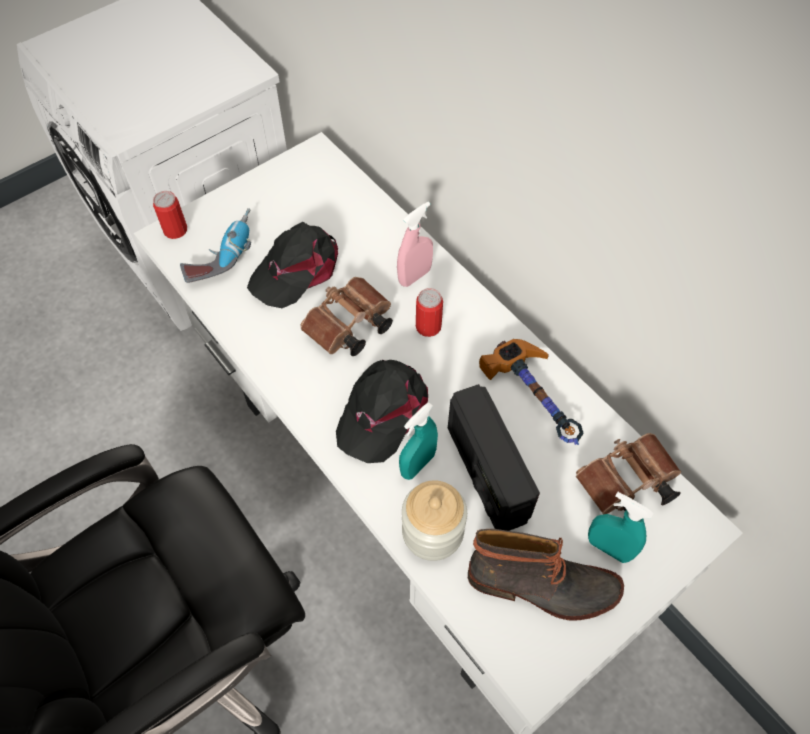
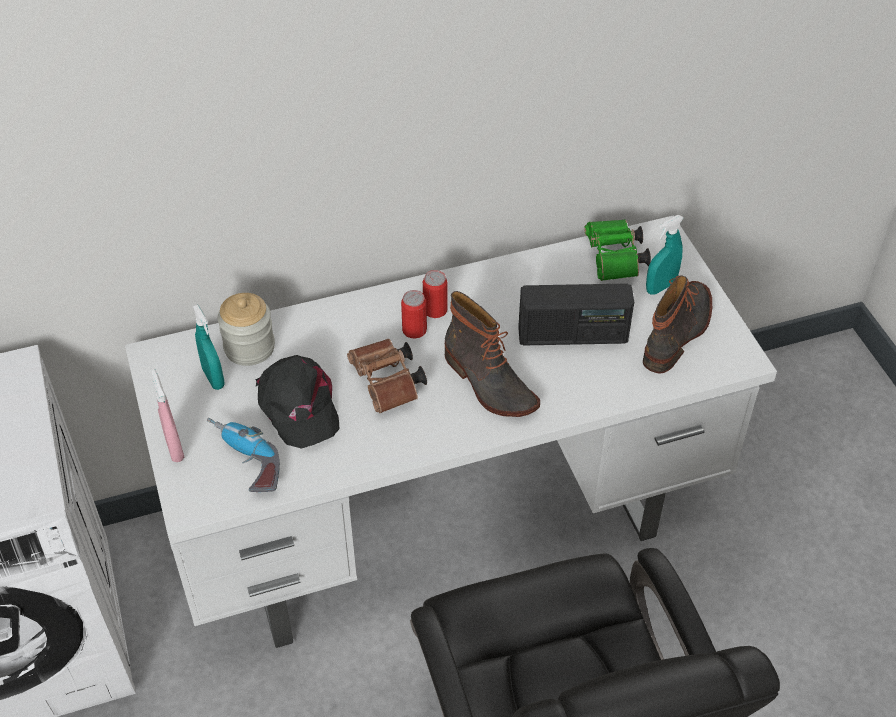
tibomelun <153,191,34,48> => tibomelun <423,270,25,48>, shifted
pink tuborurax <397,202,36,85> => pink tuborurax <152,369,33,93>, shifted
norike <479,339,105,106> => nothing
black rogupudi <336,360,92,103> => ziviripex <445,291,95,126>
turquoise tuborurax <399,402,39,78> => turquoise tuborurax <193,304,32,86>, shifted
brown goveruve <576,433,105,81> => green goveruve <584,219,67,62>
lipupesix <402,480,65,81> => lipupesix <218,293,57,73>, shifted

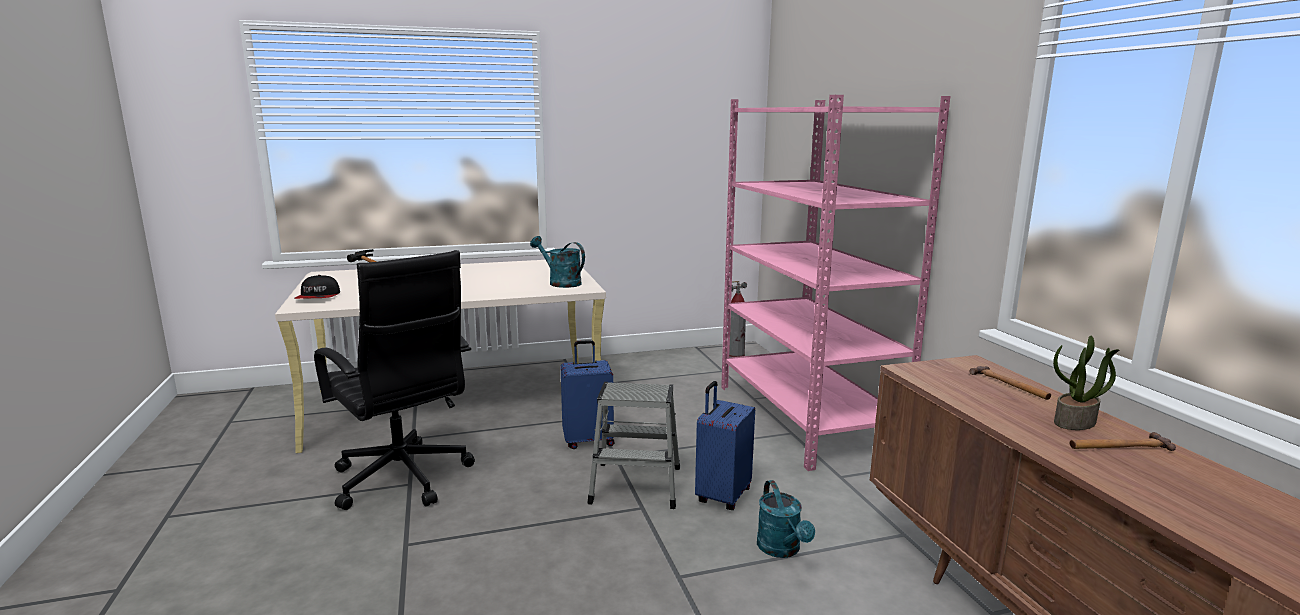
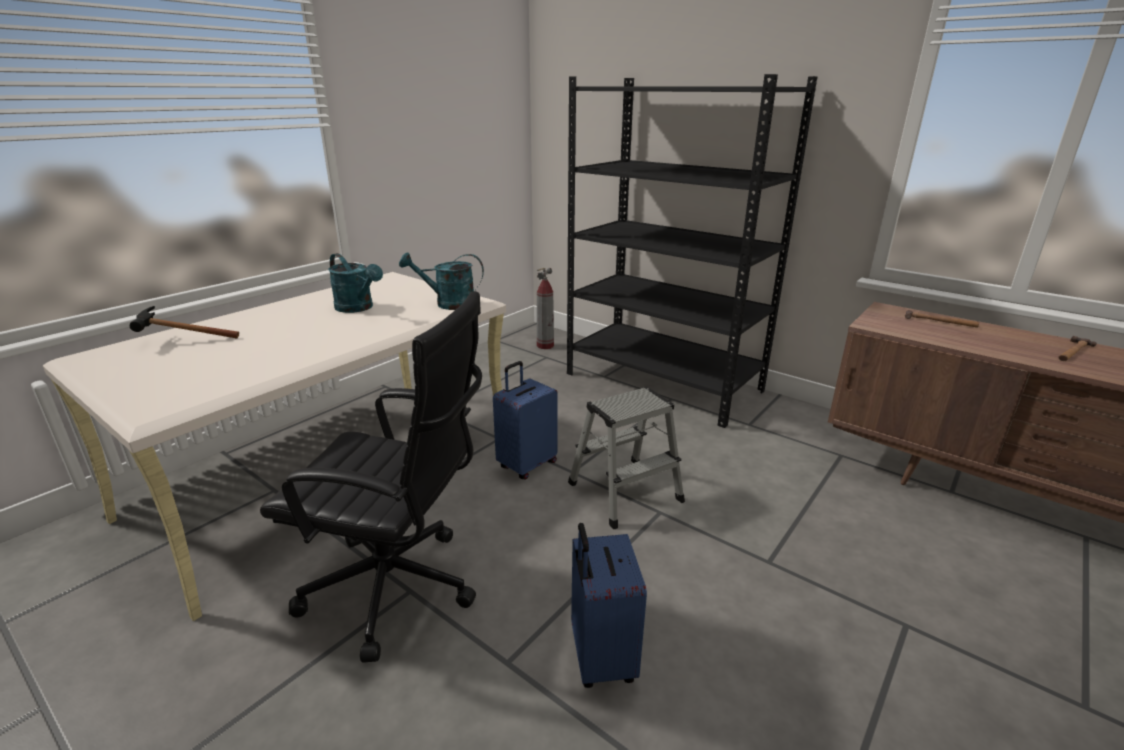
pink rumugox <721,95,229,376> => black rumugox <567,74,251,354>
rogupudi <295,275,45,24> => nothing
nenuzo <1053,336,66,94> => nothing
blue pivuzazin <695,381,60,129> => blue pivuzazin <571,523,76,165>, shifted
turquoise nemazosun <757,480,58,78> => turquoise nemazosun <328,253,55,60>, shifted

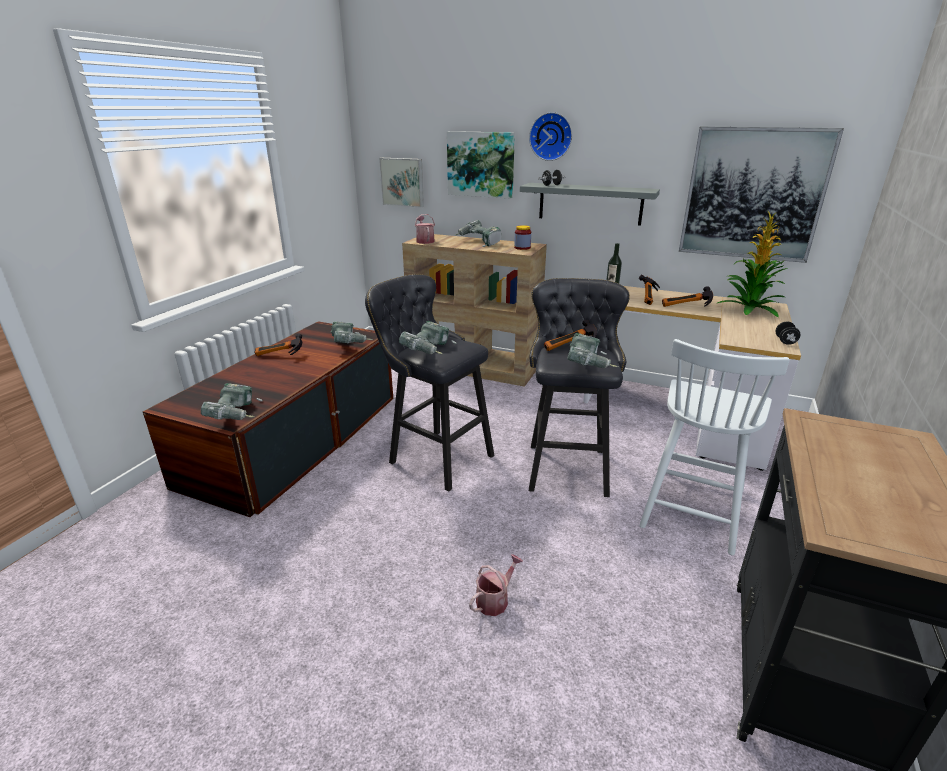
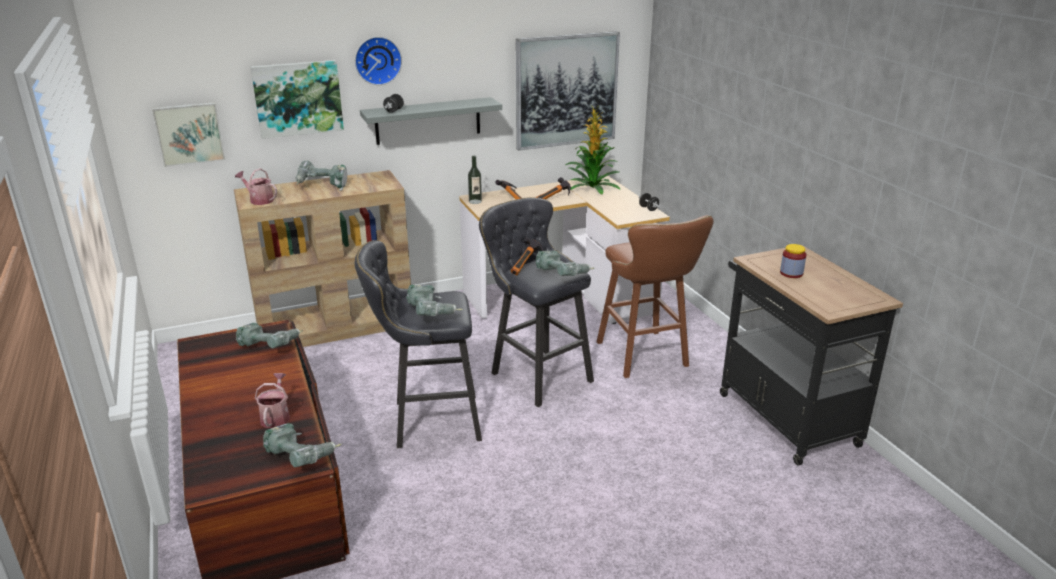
lipupesix <514,225,17,25> => lipupesix <780,244,26,34>, shifted
norike <254,334,48,22> => nothing
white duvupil <639,339,151,216> => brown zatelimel <597,215,117,163>
nemazosun <469,554,54,62> => nemazosun <255,373,35,55>, shifted

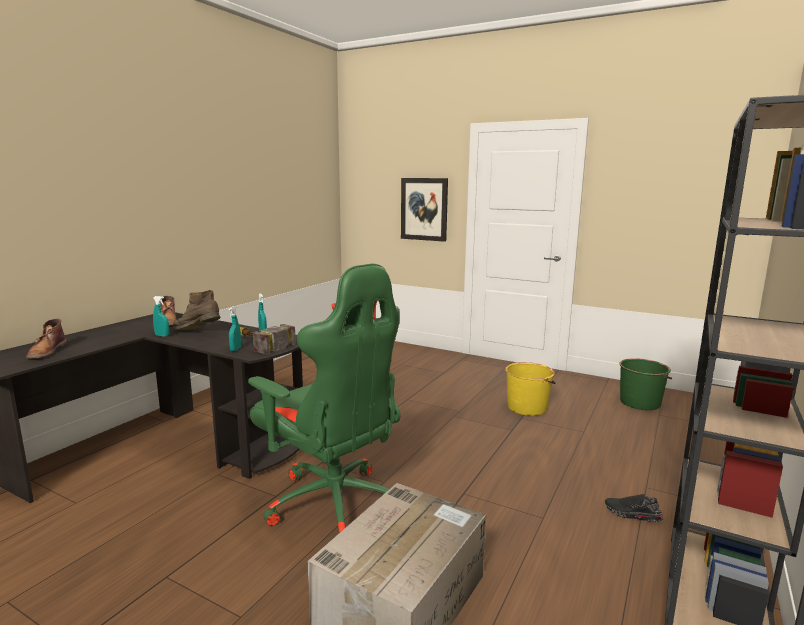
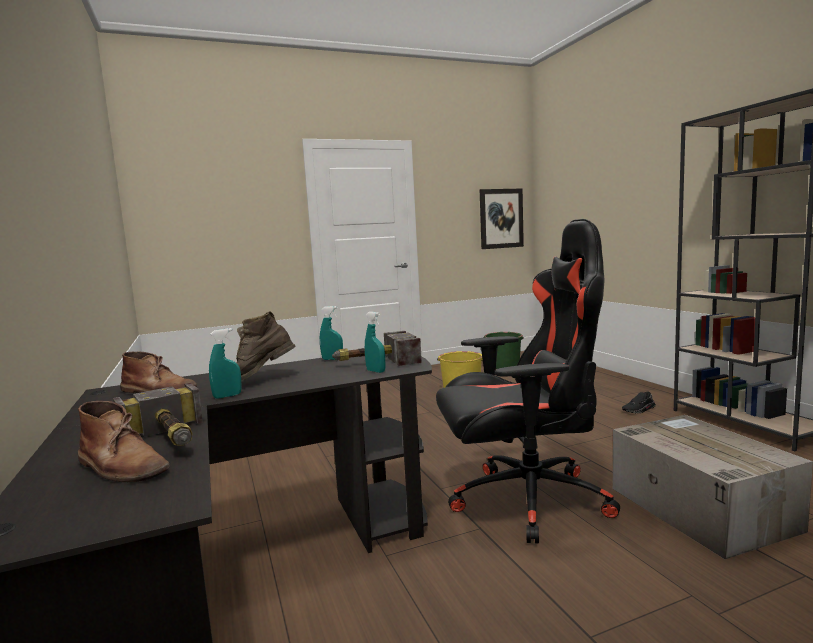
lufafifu <401,178,47,64> => lufafifu <480,189,44,60>, shifted
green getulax <248,264,152,269> => black getulax <436,219,184,325>
nothing => norike <113,383,90,63>

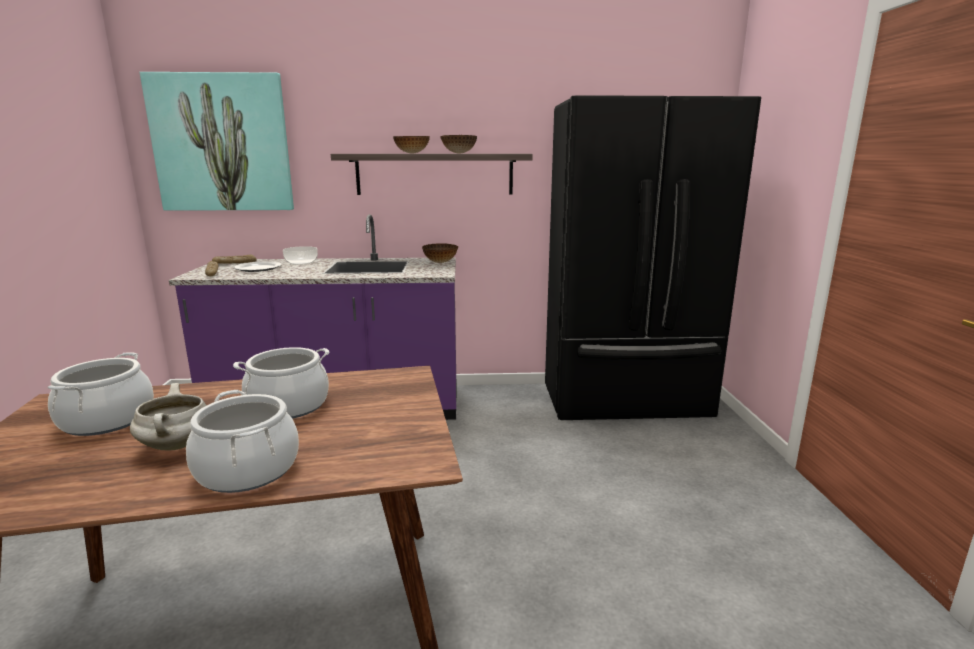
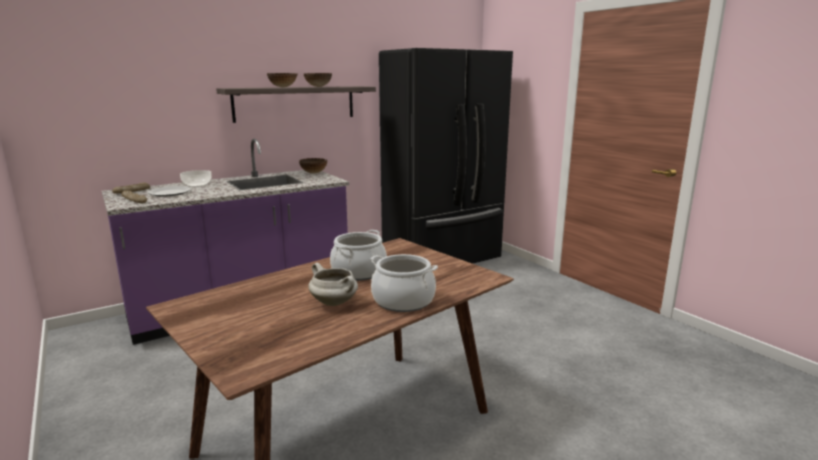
lufafifu <140,72,154,139> => nothing
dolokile <47,352,107,84> => nothing

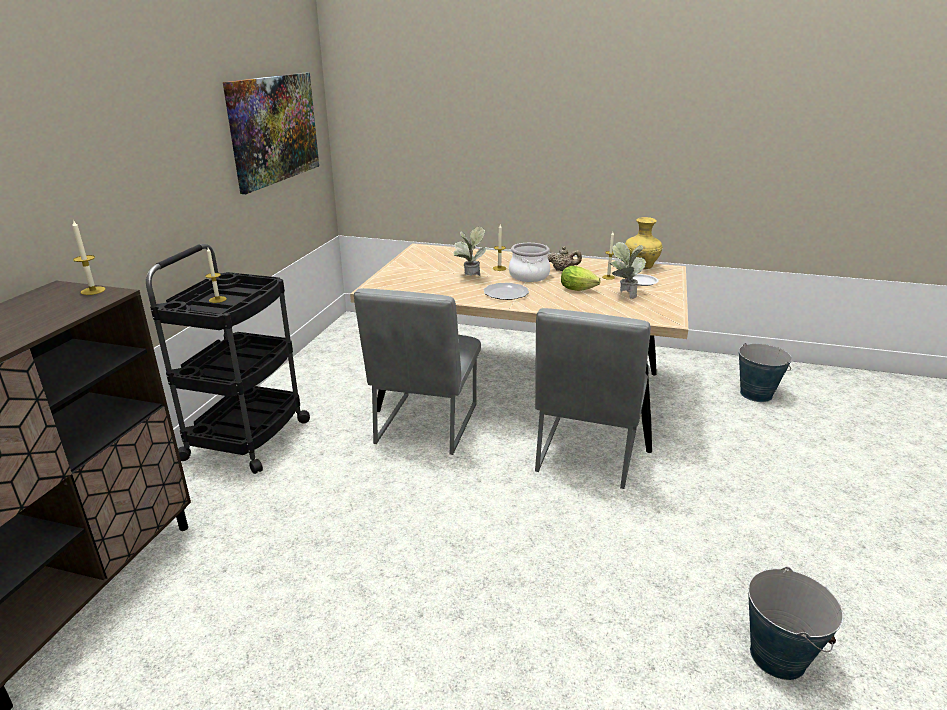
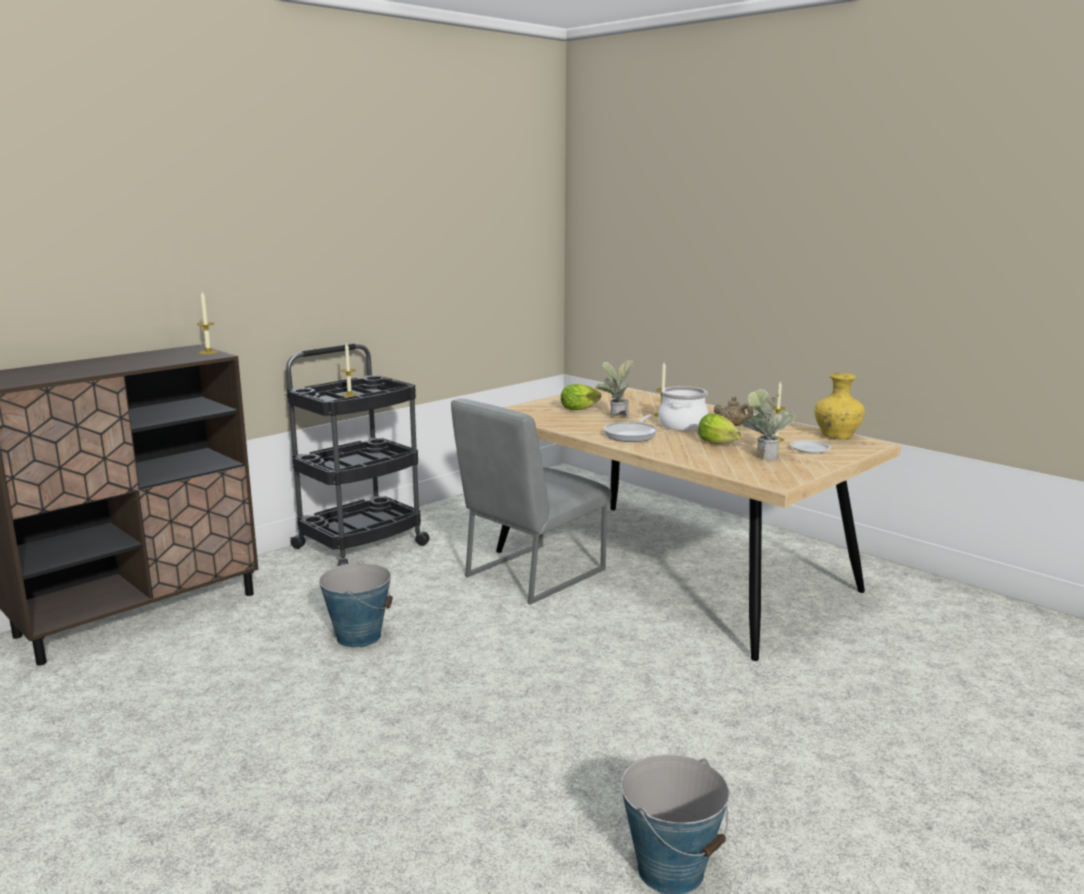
lufafifu <223,73,96,121> => nothing
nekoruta <483,283,46,17> => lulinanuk <604,415,53,27>
grey duvupil <535,308,116,181> => nothing
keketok <739,343,53,59> => keketok <319,560,74,88>, shifted
nothing => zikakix <561,384,40,26>

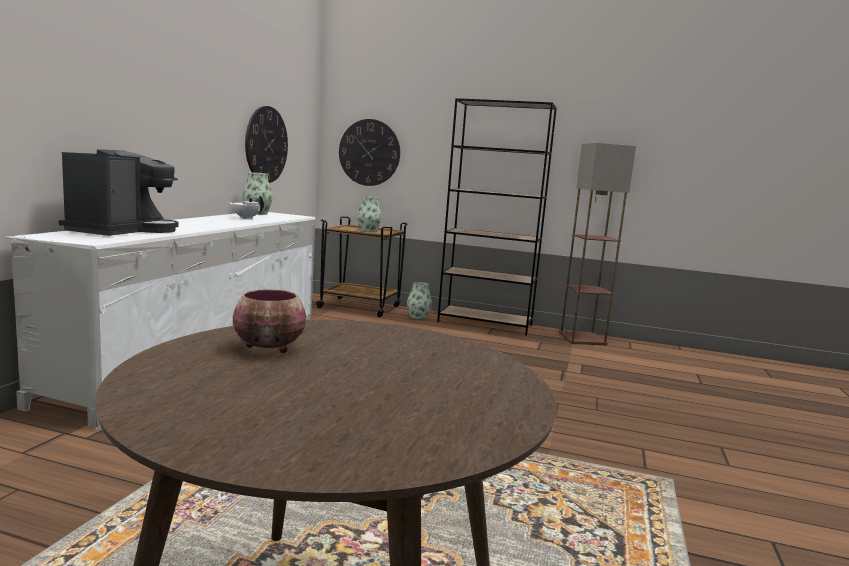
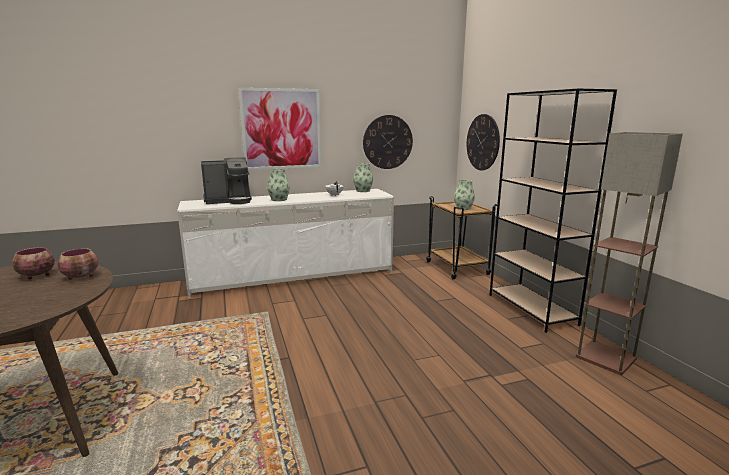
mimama <407,282,25,37> => mimama <267,169,23,32>, shifted
nothing => lufafifu <238,88,83,82>
nothing => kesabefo <58,248,40,32>

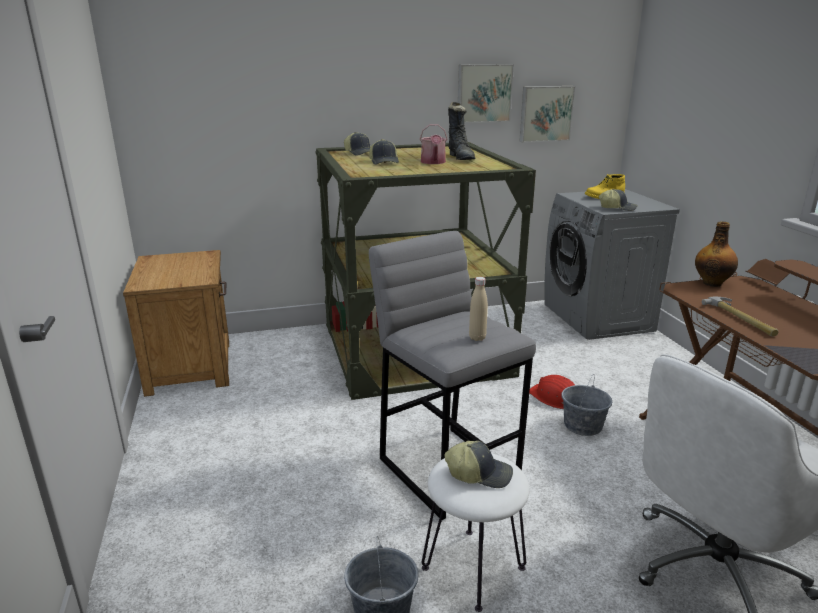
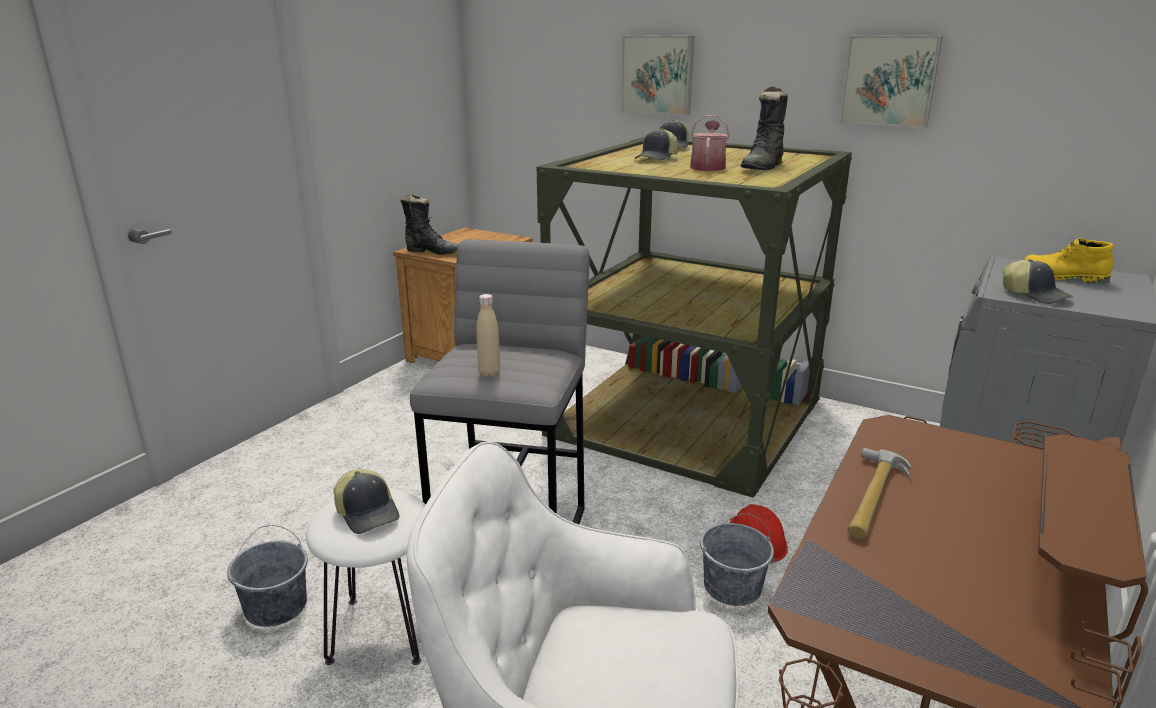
lufafifu <519,86,56,57> => lufafifu <621,35,73,81>, shifted
nemazosun <420,124,27,40> => nemazosun <690,115,40,56>, 150 degrees clockwise
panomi <695,221,43,66> => nothing
nothing => black ziviripex <400,194,59,61>

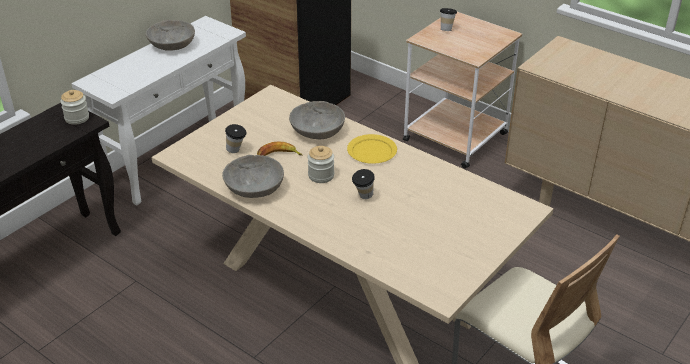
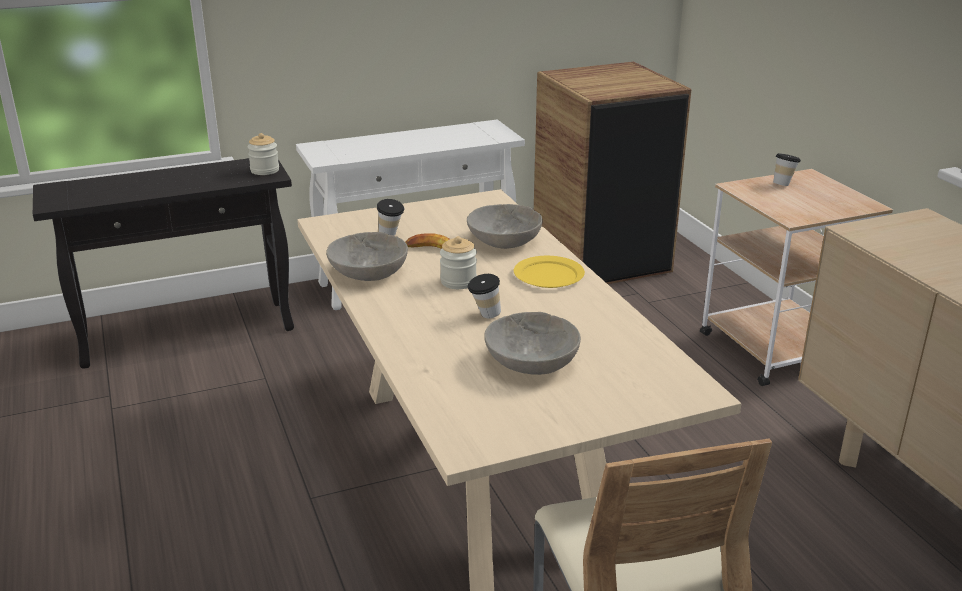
grey kesabefo <146,20,49,31> => grey kesabefo <484,312,97,63>, shifted

